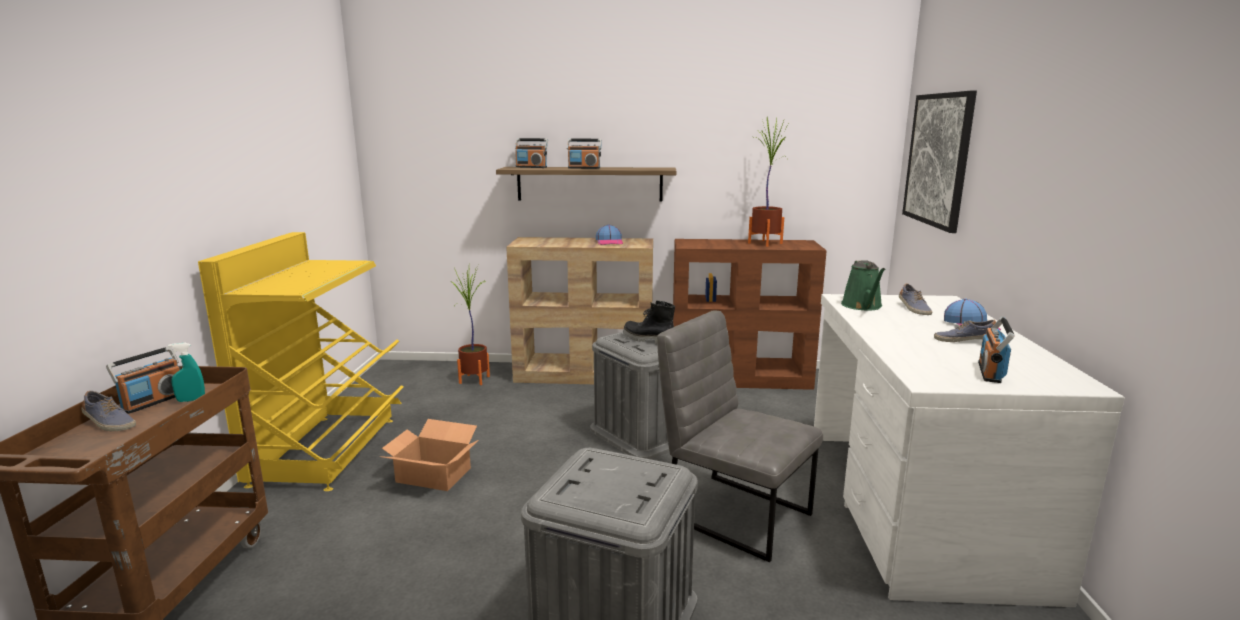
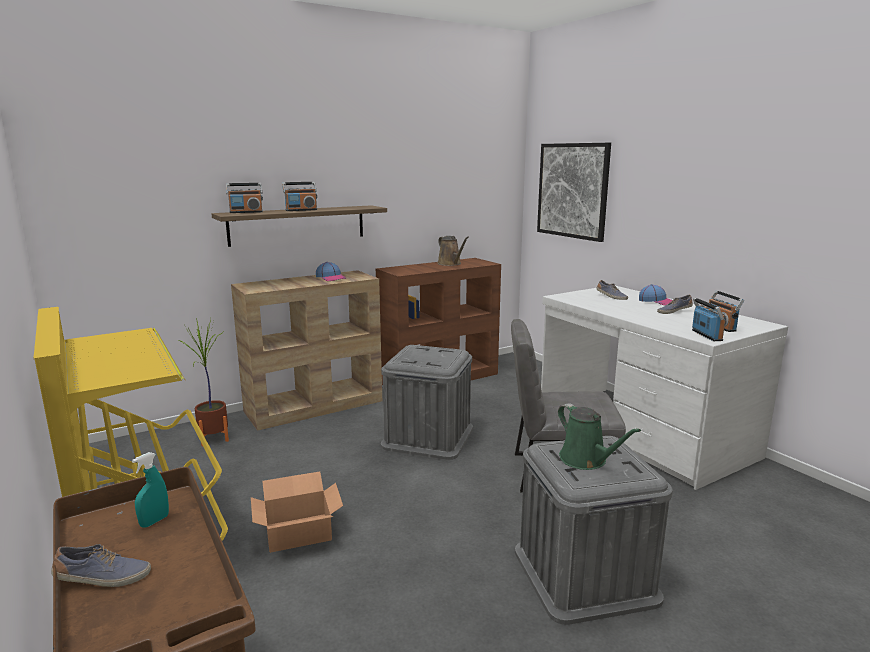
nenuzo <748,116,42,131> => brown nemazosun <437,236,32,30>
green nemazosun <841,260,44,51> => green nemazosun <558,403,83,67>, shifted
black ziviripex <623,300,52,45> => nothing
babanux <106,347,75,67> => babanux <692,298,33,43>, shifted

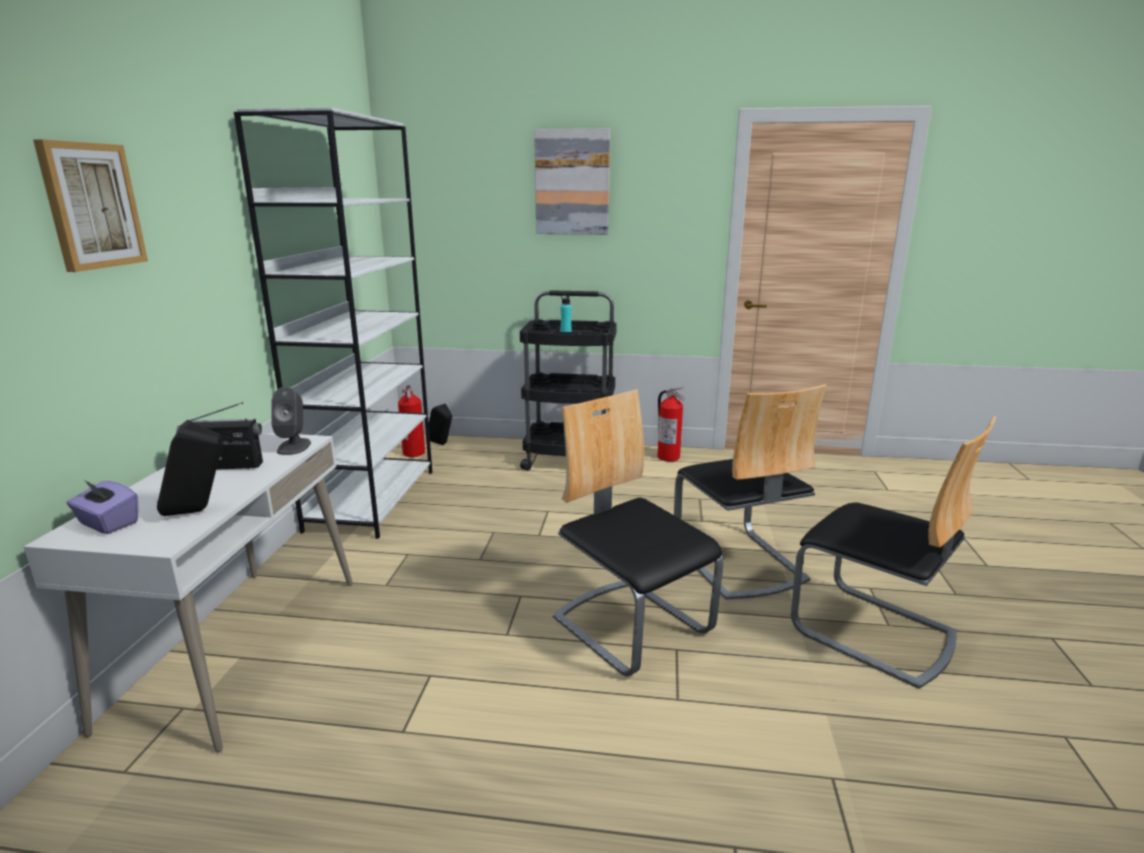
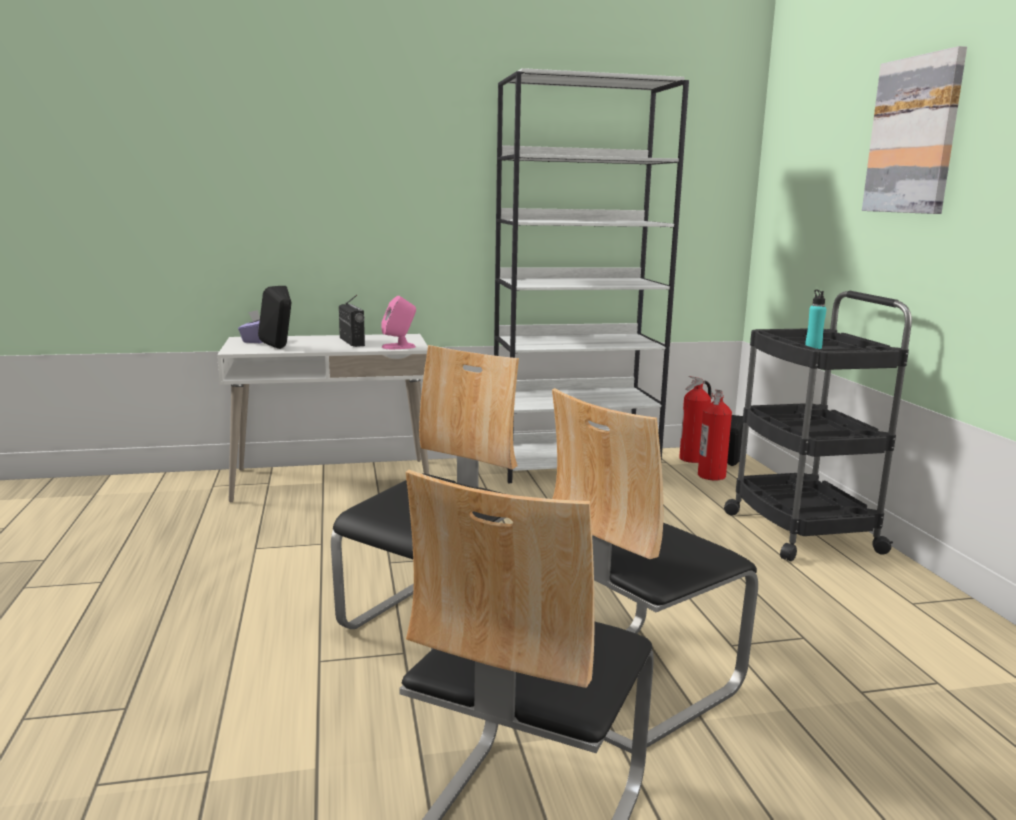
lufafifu <33,139,115,133> => nothing
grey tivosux <272,387,39,68> => pink tivosux <382,296,34,53>
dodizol <657,387,28,74> => dodizol <698,389,34,91>, shifted

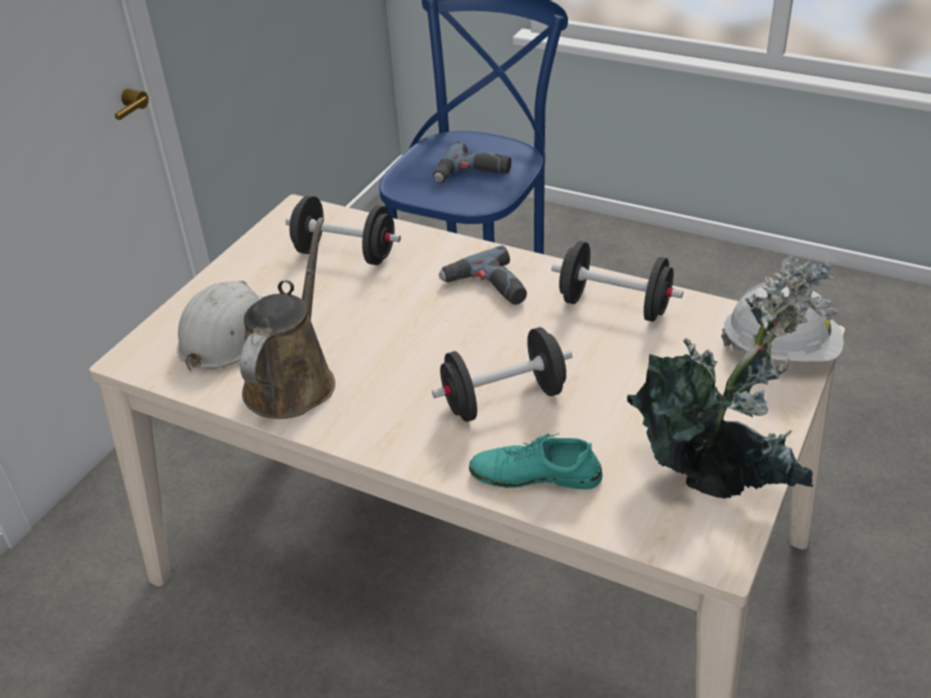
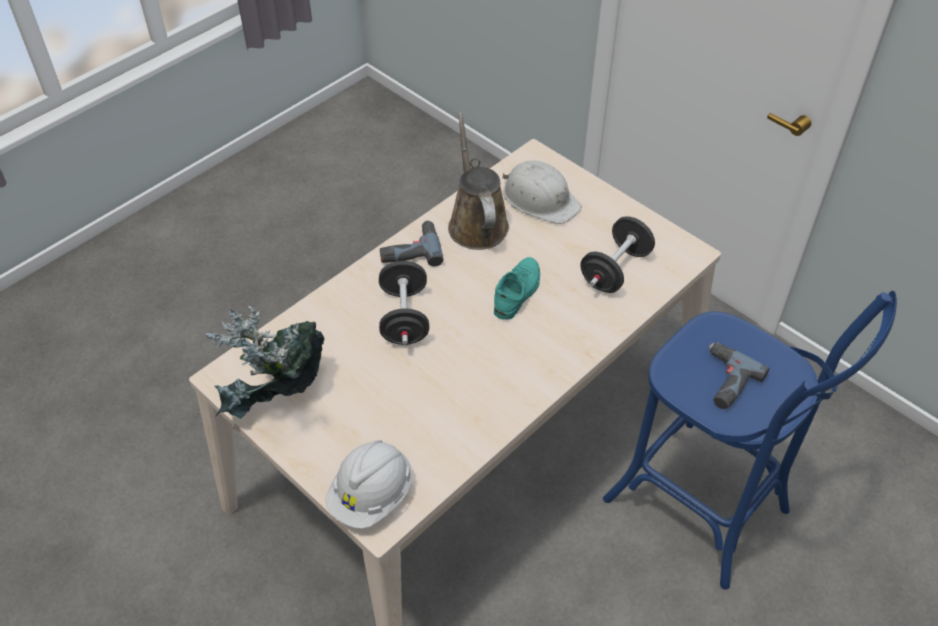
brown nemazosun <240,217,95,202> => brown nemazosun <448,112,61,138>, 135 degrees counterclockwise
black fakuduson <551,241,132,81> => nothing
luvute <438,245,89,60> => luvute <380,220,63,46>, shifted
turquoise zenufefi <469,433,133,56> => turquoise zenufefi <494,257,46,63>, shifted

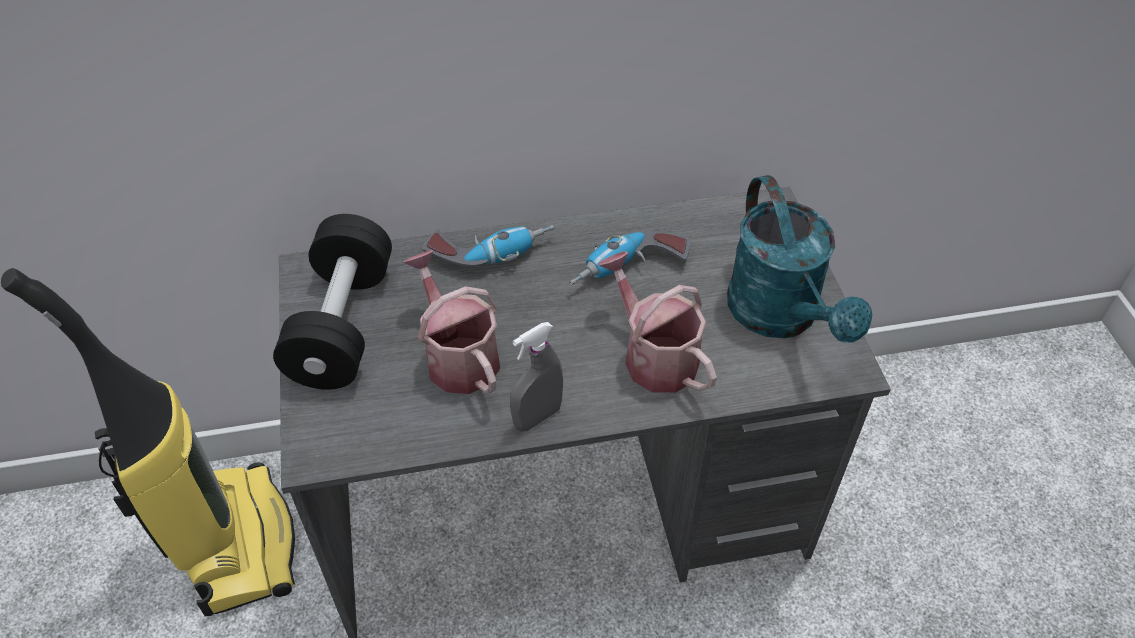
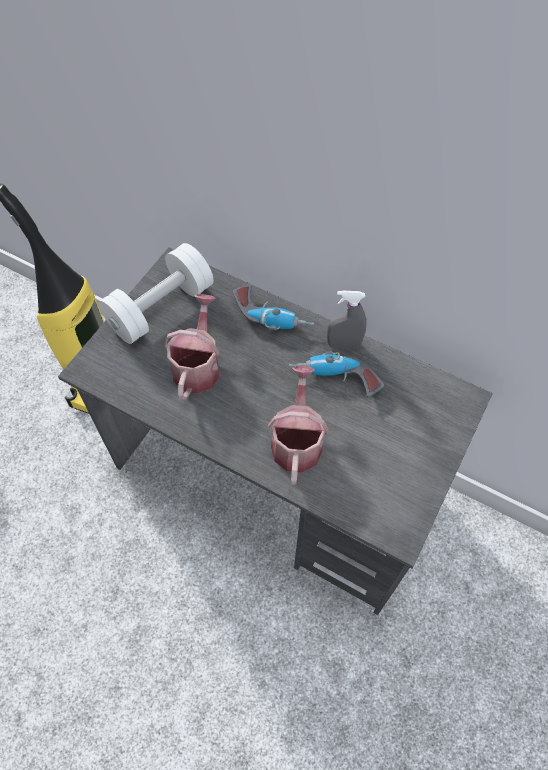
turquoise nemazosun <727,175,145,168> => nothing
black fakuduson <273,214,119,176> => white fakuduson <98,243,116,101>
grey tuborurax <510,322,53,109> => grey tuborurax <327,291,40,57>, shifted

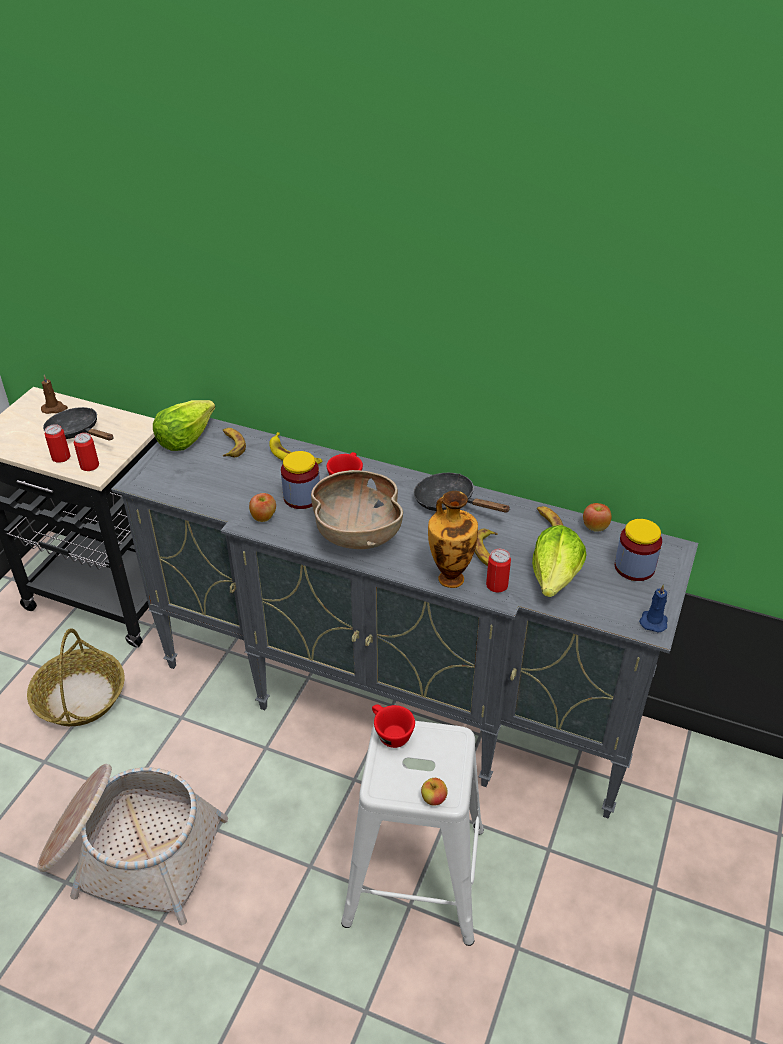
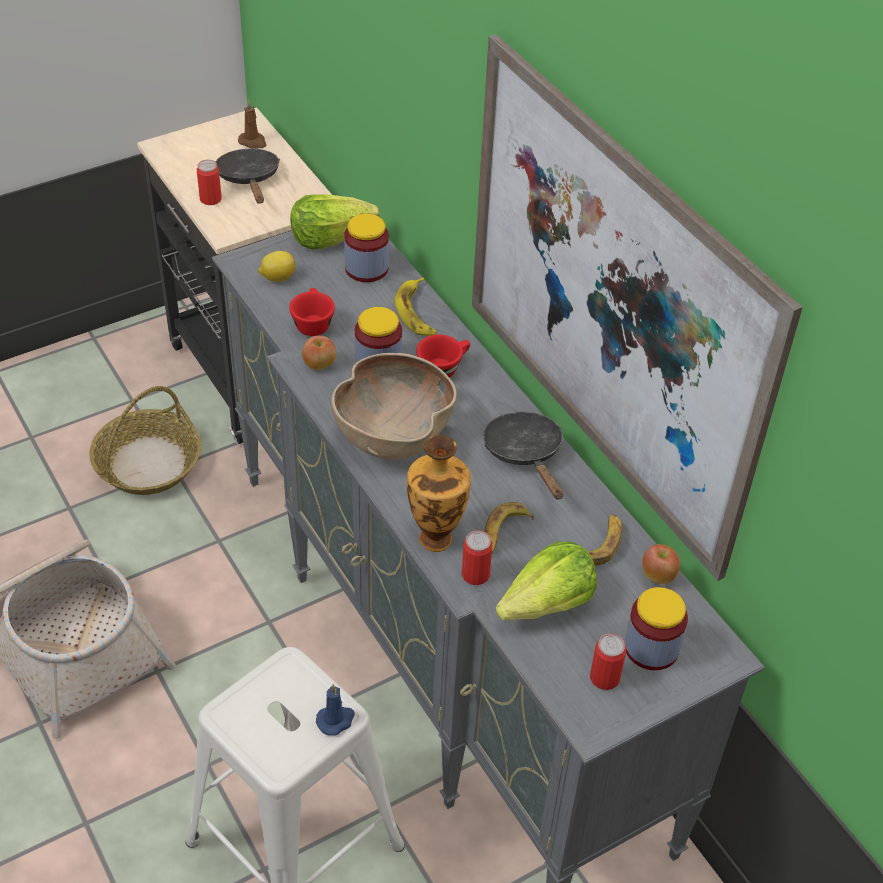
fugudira <223,428,23,29> => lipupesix <344,214,45,68>
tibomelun <74,433,25,38> => tibomelun <590,634,36,56>, shifted
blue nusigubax <639,584,29,49> => blue nusigubax <316,684,39,52>, shifted
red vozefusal <372,704,43,44> => red vozefusal <289,288,46,48>, shifted
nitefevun <421,778,27,28> => nothing
nothing => lufafifu <472,34,331,547>
nothing => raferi <258,251,37,31>

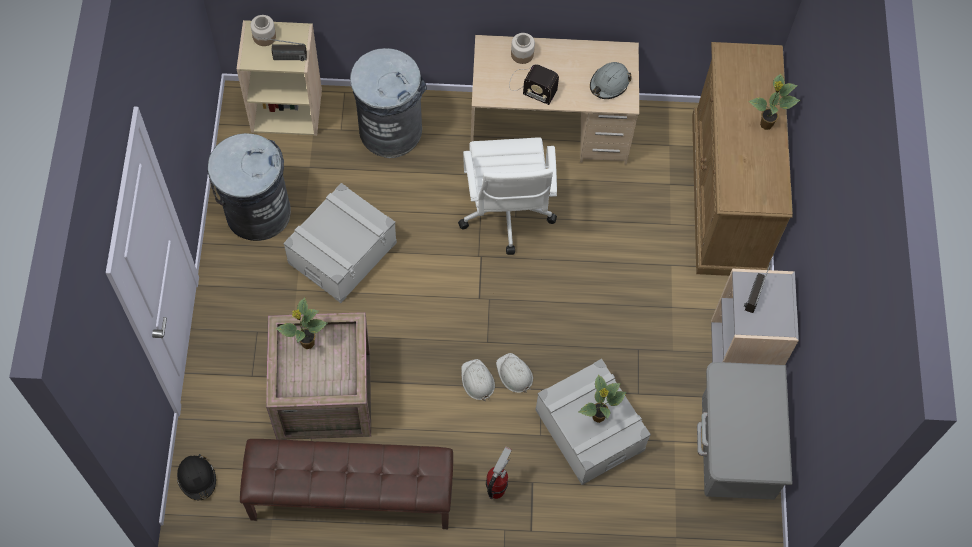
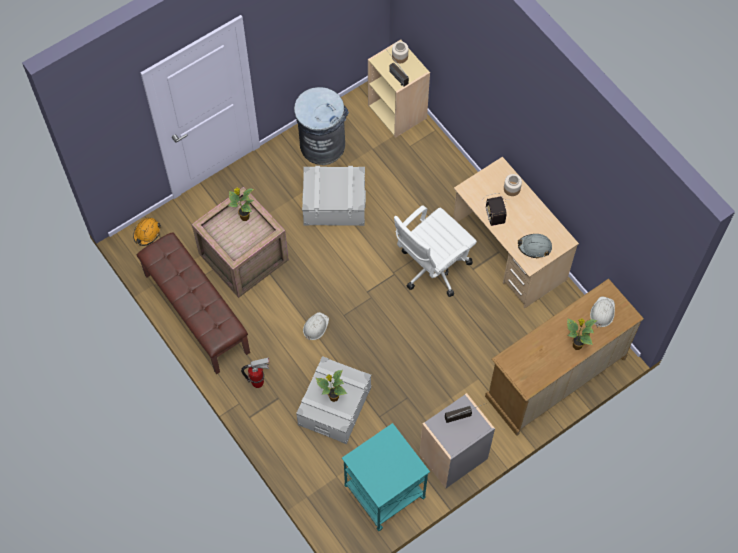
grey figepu <350,48,77,110> => nothing
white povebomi <496,353,37,40> => white povebomi <590,296,25,32>, shifted
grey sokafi <697,362,96,137> => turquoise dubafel <342,423,88,108>
black povebomi <177,454,39,46> => orange povebomi <133,218,28,28>

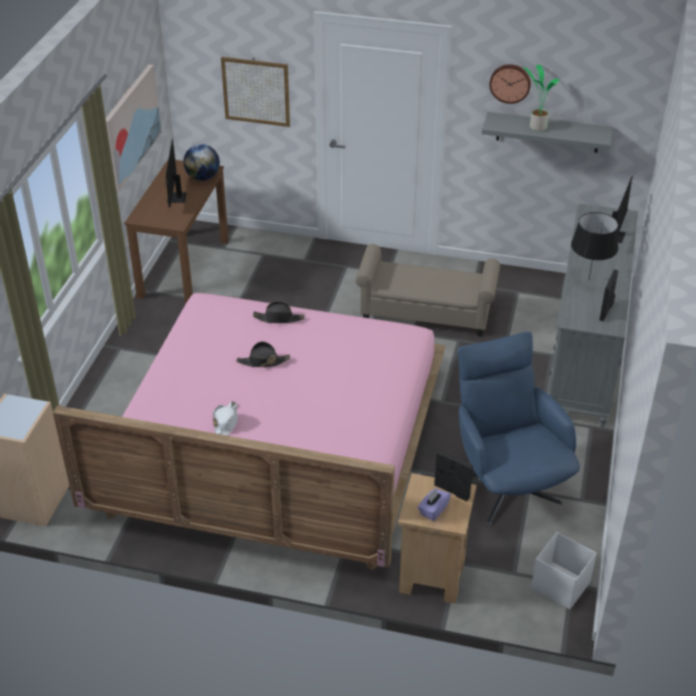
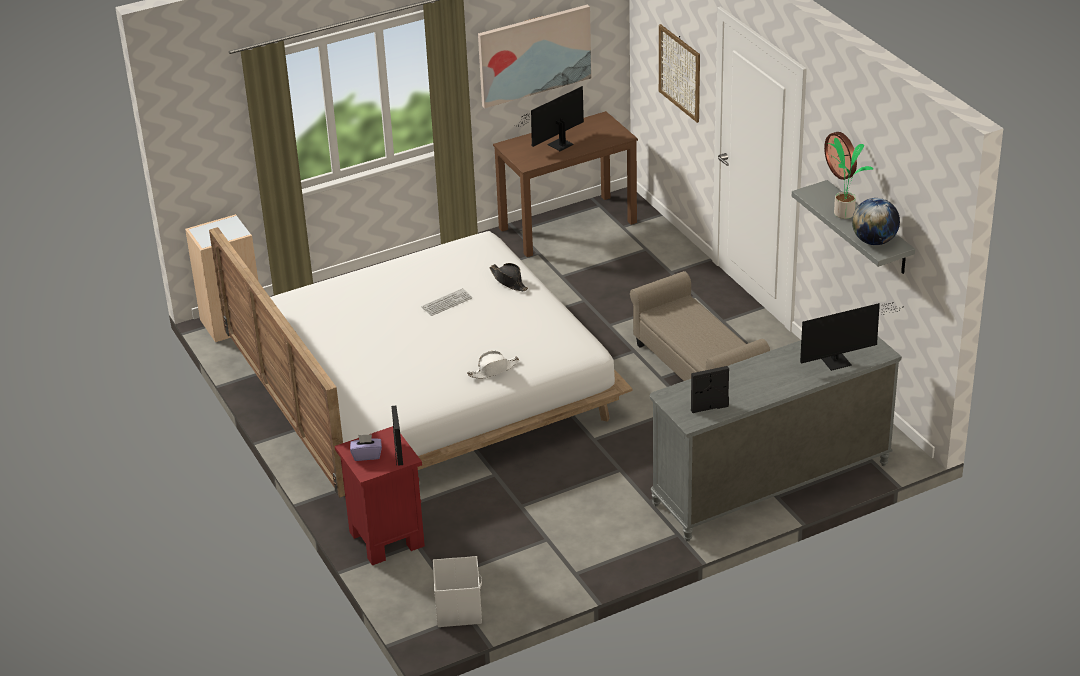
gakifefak <183,144,37,37> => gakifefak <852,198,48,47>, shifted
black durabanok <571,212,47,67> => nothing
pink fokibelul <53,293,392,277> => white fokibelul <209,227,424,271>
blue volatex <458,331,122,194> => nothing
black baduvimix <237,341,53,26> => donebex <421,288,52,28>
white baduvimix <213,401,24,35> => white baduvimix <467,351,52,27>, shifted
beige sokafi <398,473,78,131> => red sokafi <335,426,90,139>

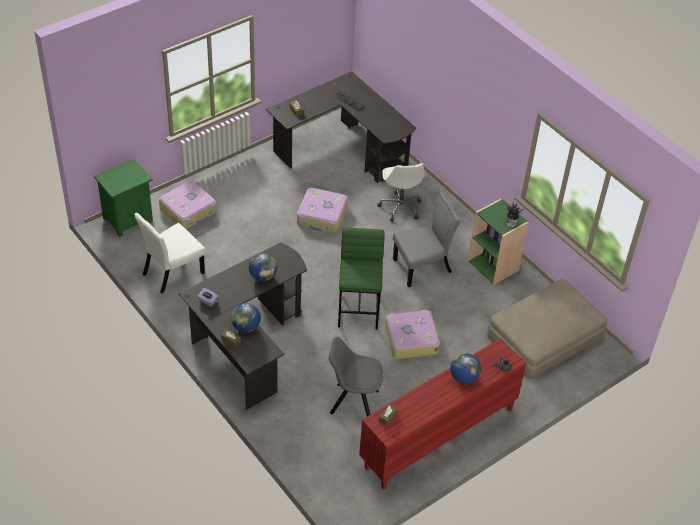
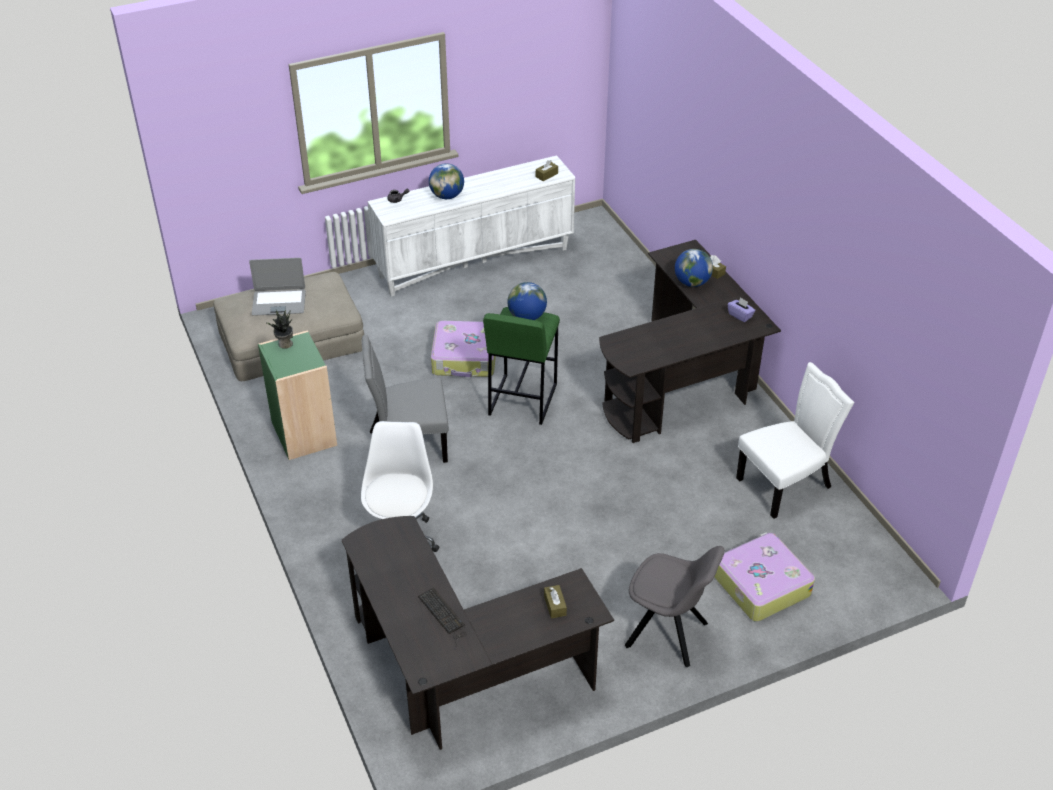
green sokafi <94,159,59,78> => nothing
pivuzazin <297,188,51,45> => nothing
gakifefak <249,253,28,29> => gakifefak <508,282,39,38>, shifted
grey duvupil <328,337,55,79> => grey duvupil <625,546,100,121>, shifted
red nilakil <359,338,167,151> => white nilakil <368,155,207,141>
nothing => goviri <249,258,57,58>

